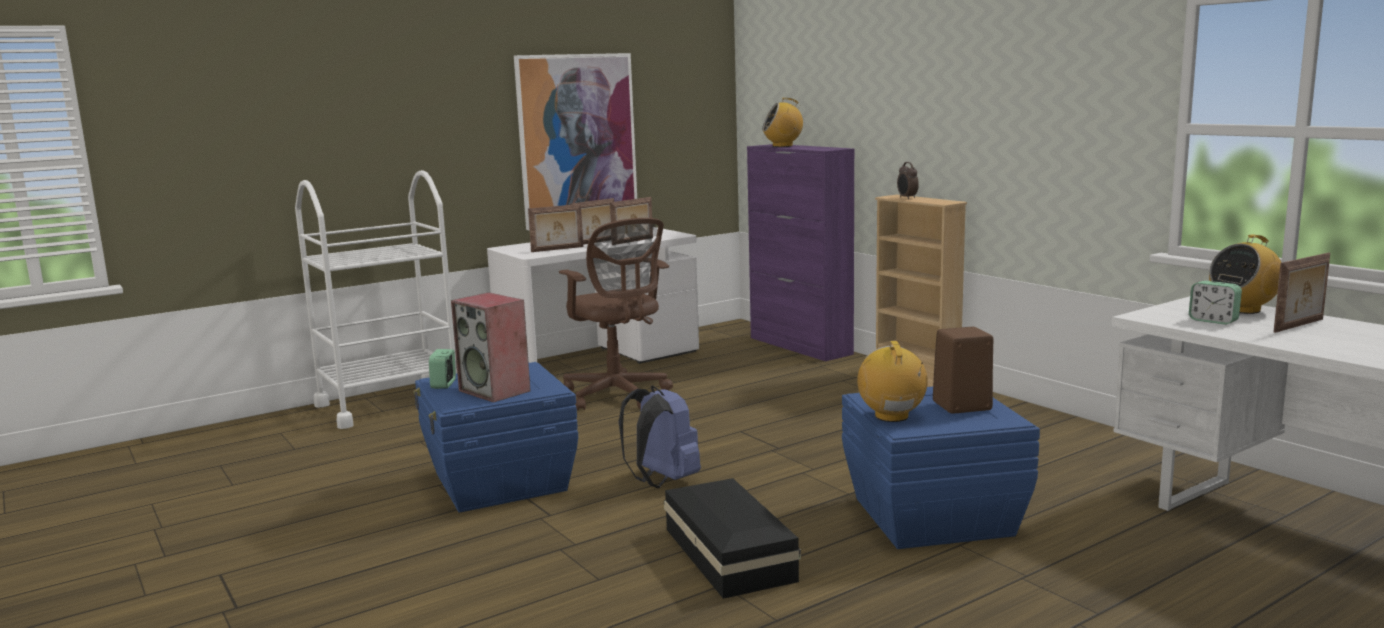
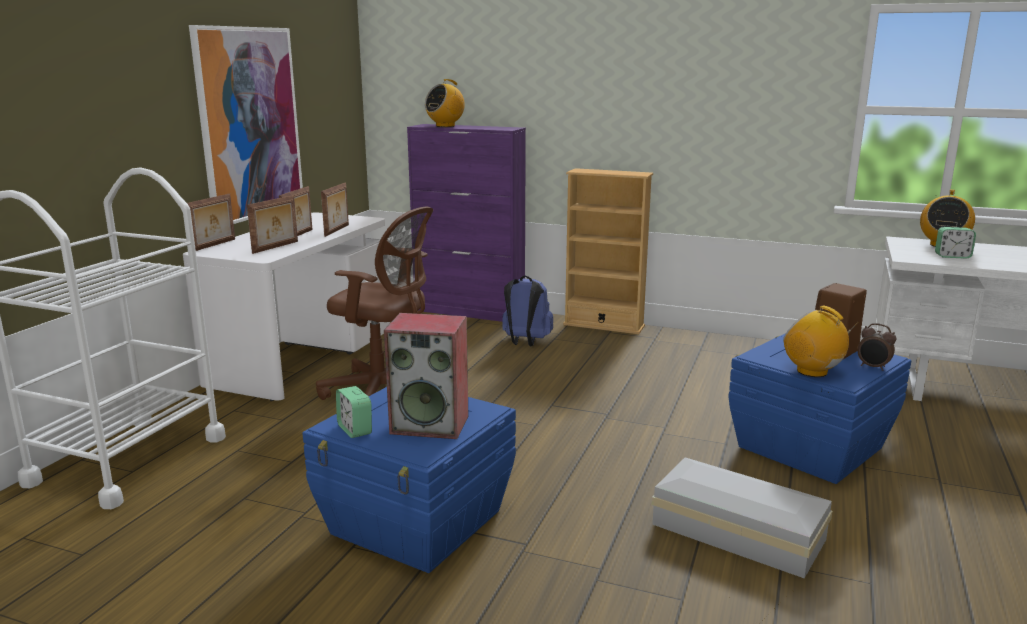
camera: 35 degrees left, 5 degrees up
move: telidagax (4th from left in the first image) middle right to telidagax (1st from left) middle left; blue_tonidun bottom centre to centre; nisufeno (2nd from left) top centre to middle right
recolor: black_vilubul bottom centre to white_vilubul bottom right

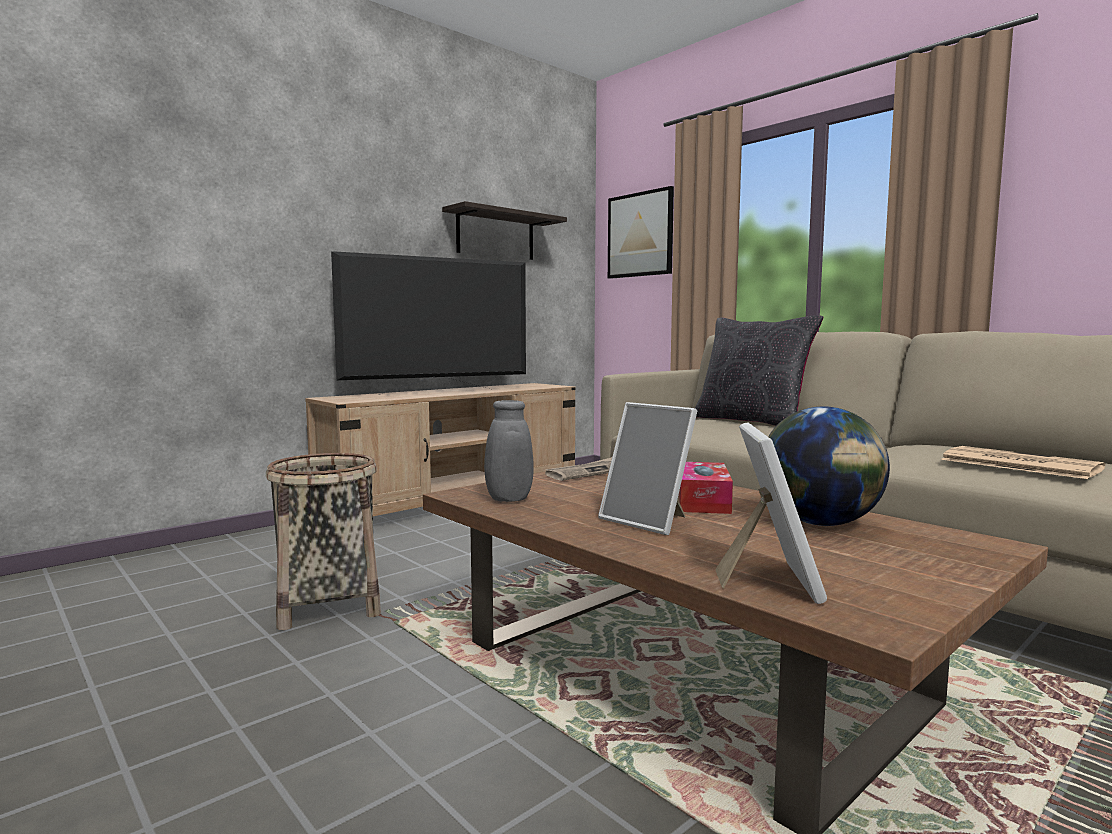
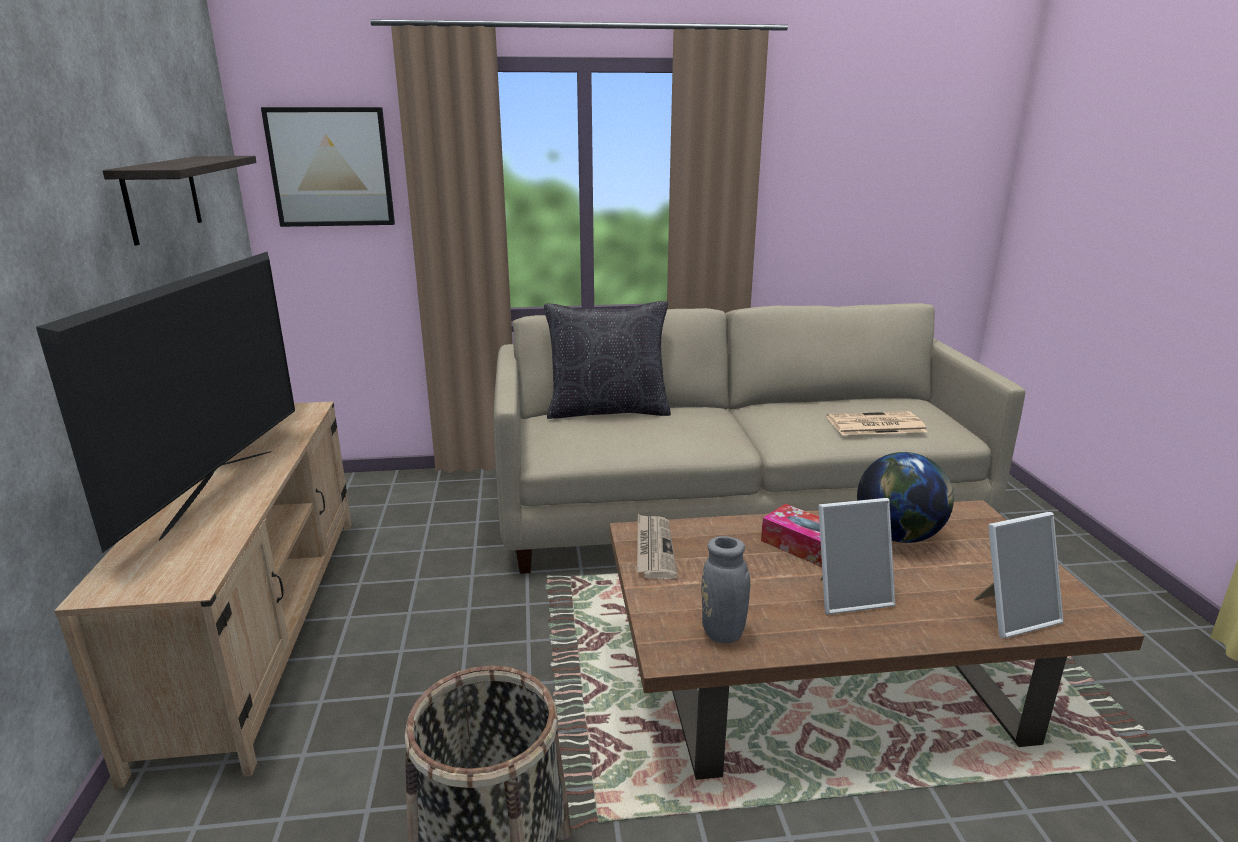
camera: 55 degrees left, 15 degrees up
rotate: telidagax (2nd from left) middle right = bottom right 120 degrees clockwise

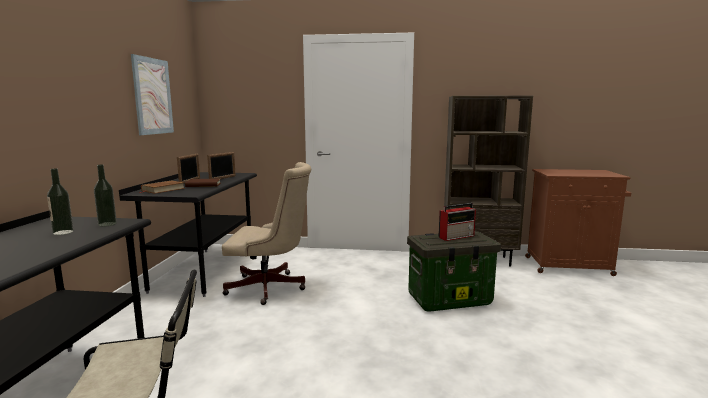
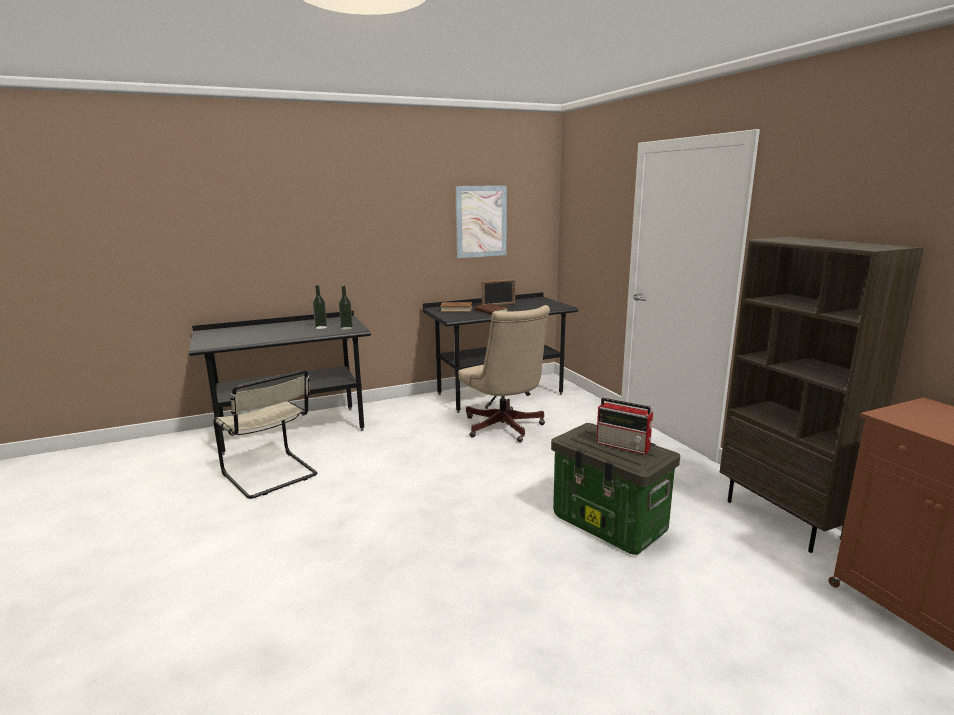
camera: 60 degrees right, 5 degrees up
delete: telidagax (2nd from left) middle left

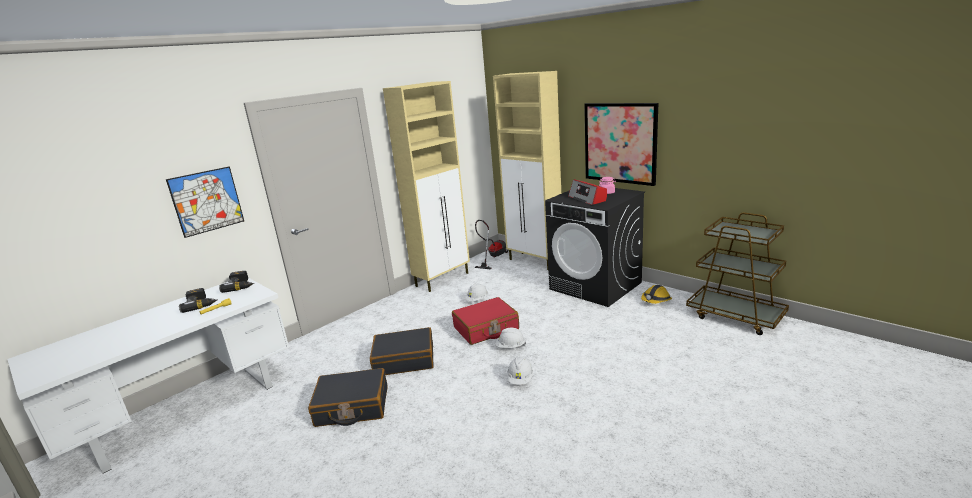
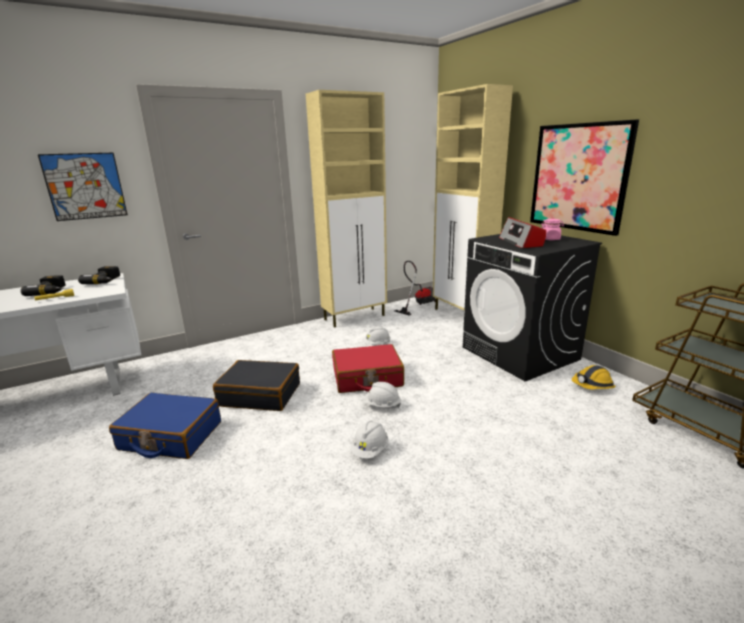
camera: 15 degrees right, 0 degrees up
recolor: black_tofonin (1st from left) bottom centre to blue_tofonin bottom left

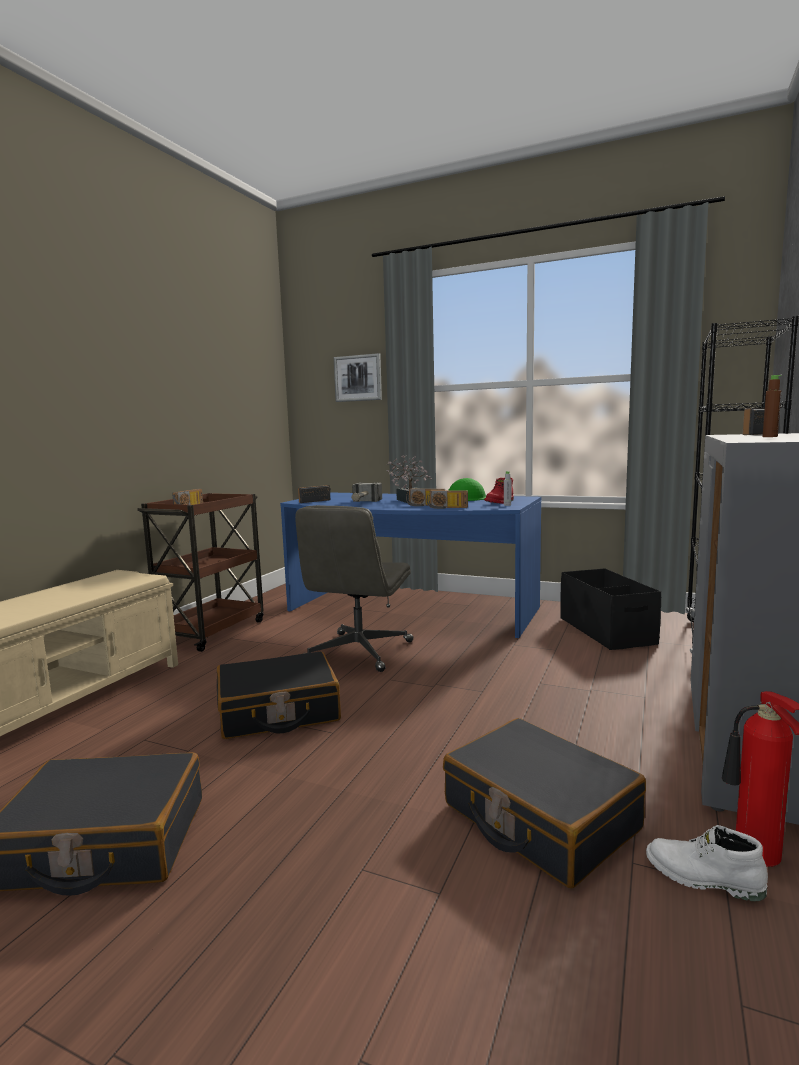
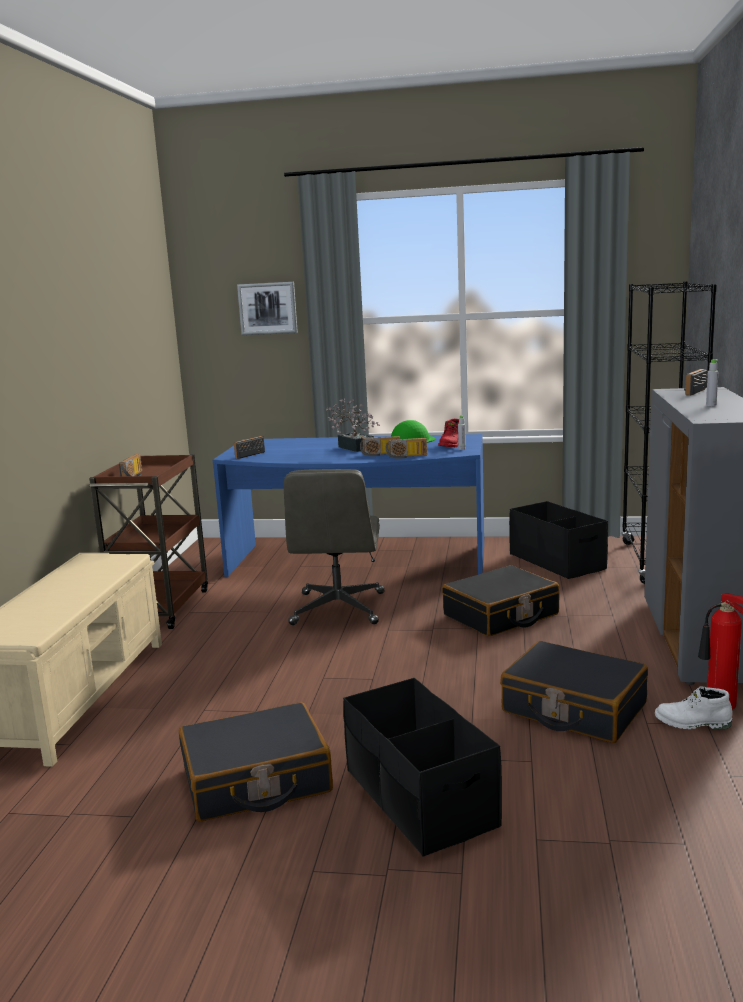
camera: 15 degrees left, 5 degrees up
delete: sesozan centre
insert: black_vilubul (1st from left) bottom centre
move: black_tofonin (2nd from left) centre to middle right
recolor: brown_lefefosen middle right to grey_lefefosen (2nd from left) middle right

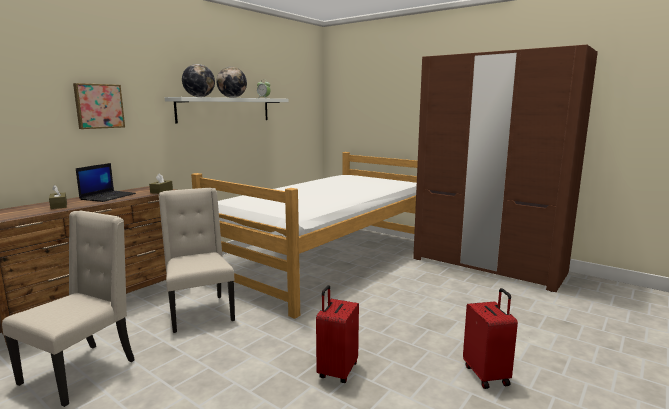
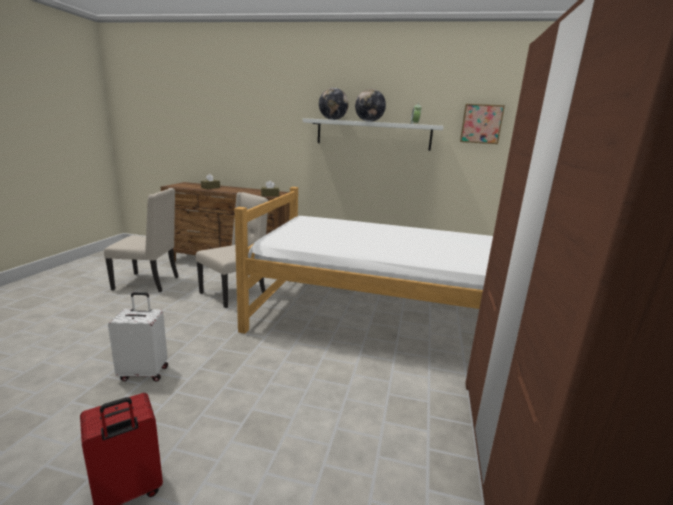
camera: 65 degrees right, 5 degrees up
delete: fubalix middle left
move: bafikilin top left to top right
recolor: red_tofonin (1st from left) bottom centre to white_tofonin middle left

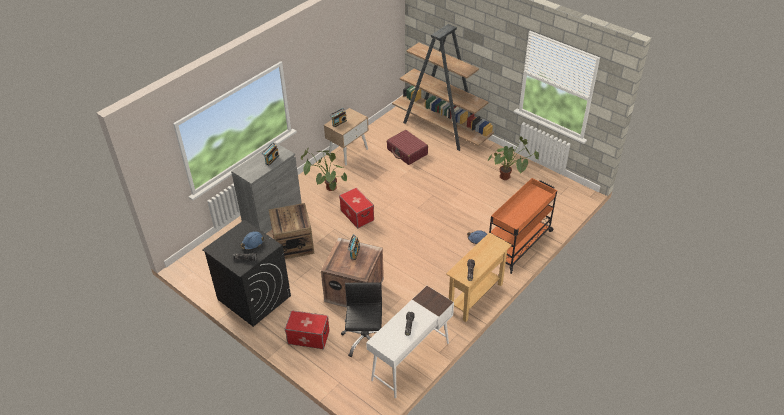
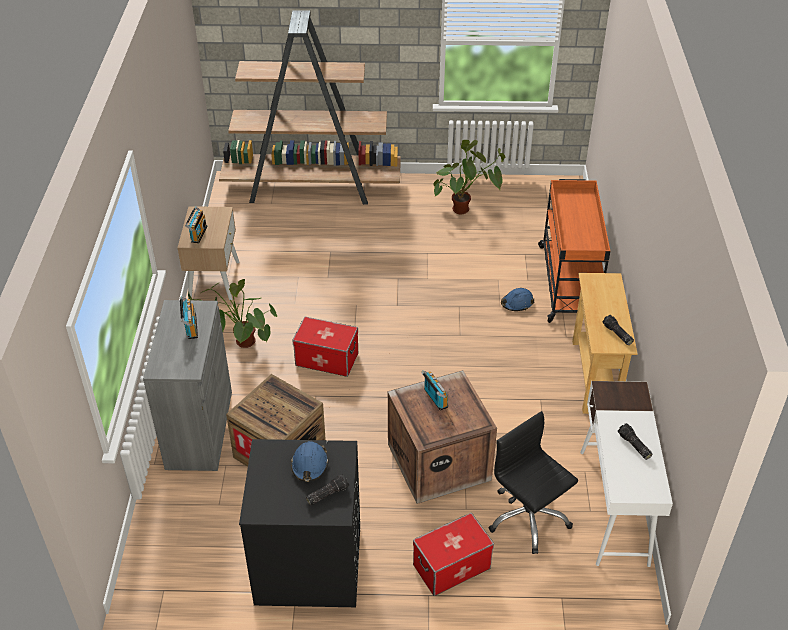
camera: 40 degrees left, 0 degrees up
delete: red_tofonin centre

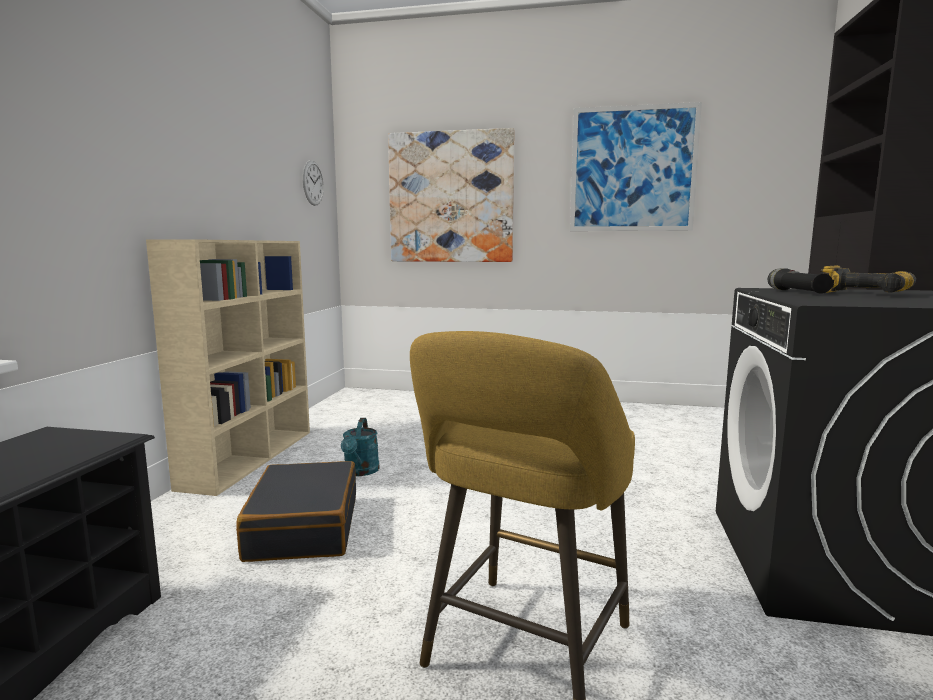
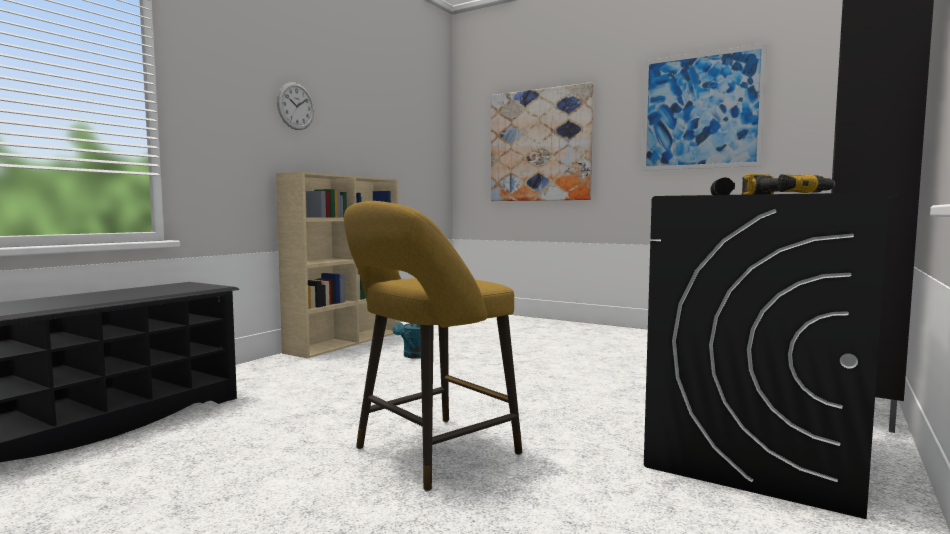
camera: 20 degrees right, 5 degrees down
delete: black_tofonin bottom left
move: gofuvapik top centre to top left

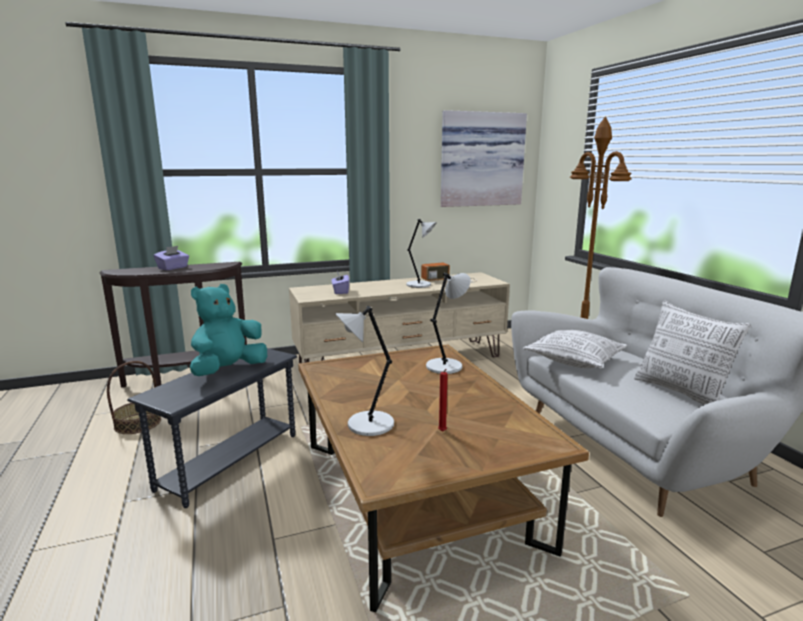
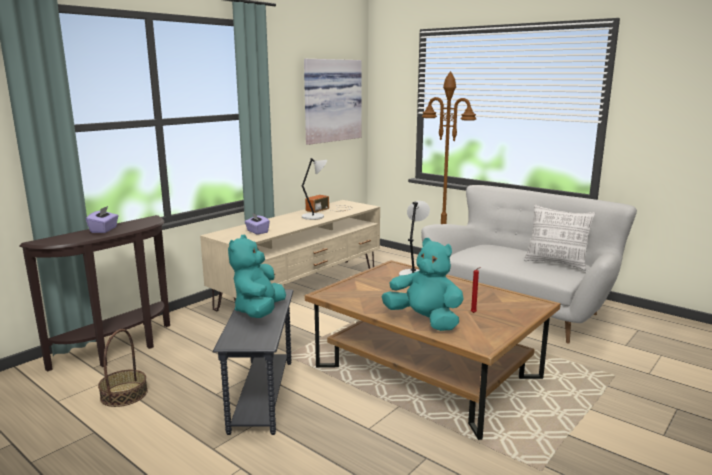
camera: 30 degrees left, 0 degrees up
delete: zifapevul (1st from left) middle right
replace: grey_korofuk (1st from left) centre to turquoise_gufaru (2nd from left) centre

